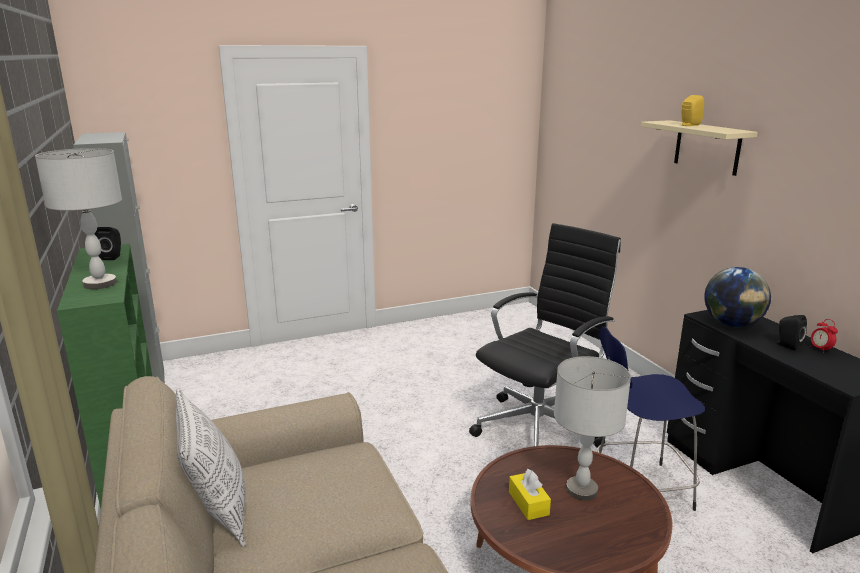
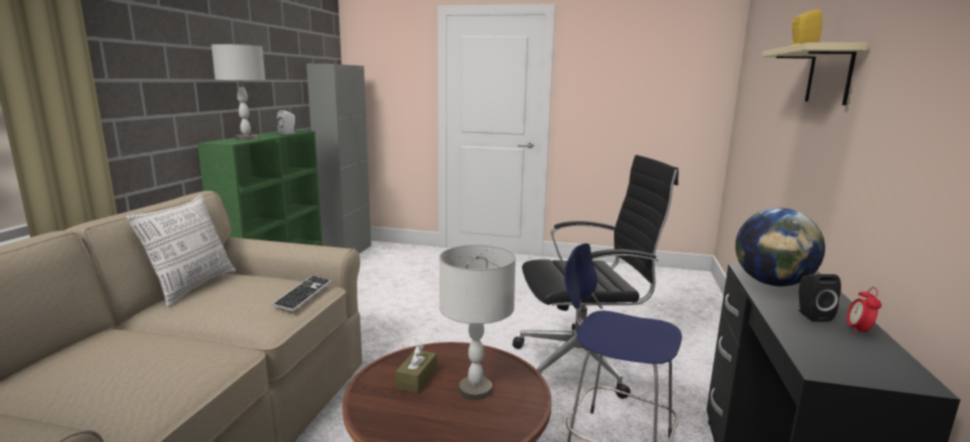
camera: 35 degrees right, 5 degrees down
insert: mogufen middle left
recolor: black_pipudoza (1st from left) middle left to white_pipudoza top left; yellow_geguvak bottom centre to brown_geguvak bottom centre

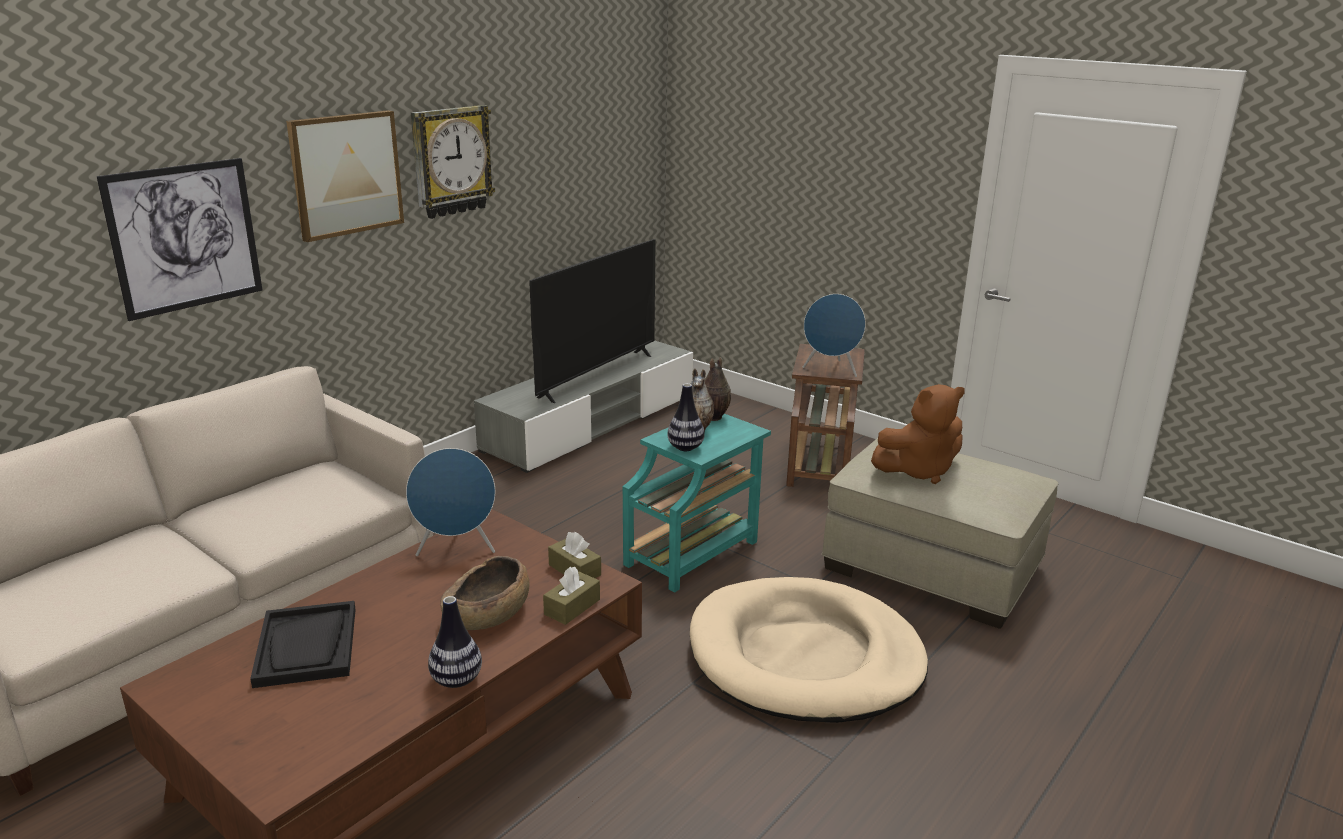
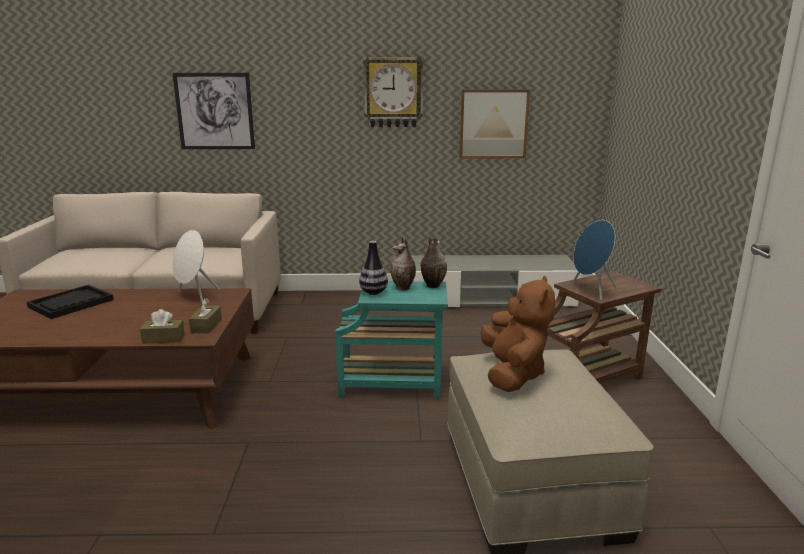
camera: 50 degrees right, 5 degrees down
delete: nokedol (1st from left) bottom centre; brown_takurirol bottom centre; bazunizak centre; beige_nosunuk bottom centre
move: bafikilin (2nd from left) top left to top centre
recolor: blue_pipudoza (1st from left) centre to white_pipudoza middle left
rotate: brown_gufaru middle right = centre 120 degrees counterclockwise

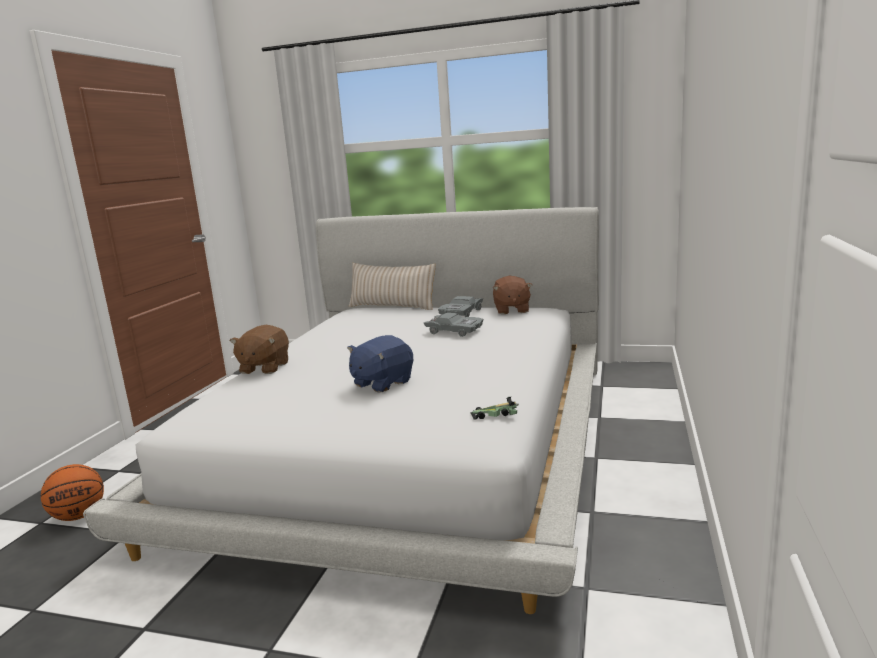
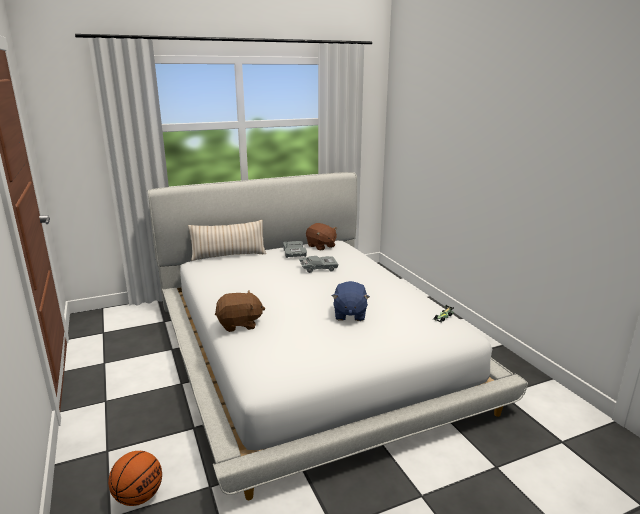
camera: 40 degrees left, 5 degrees up
rotate: brown_gufaru (1st from left) middle left = centre 75 degrees counterclockwise

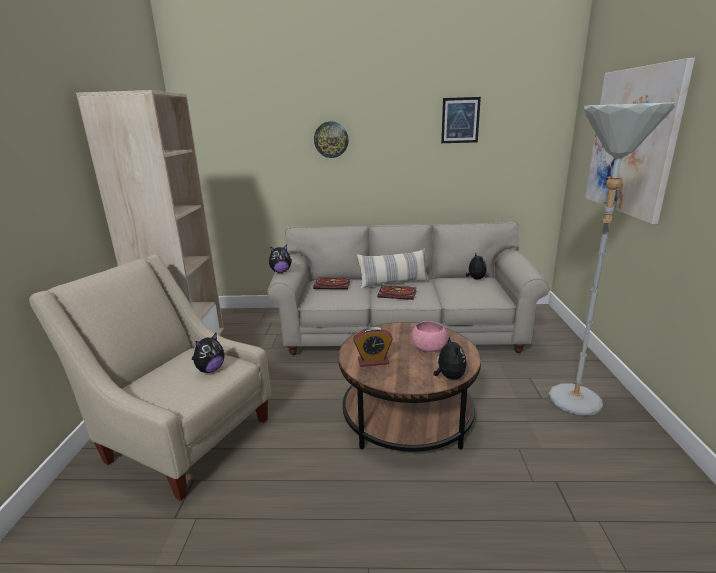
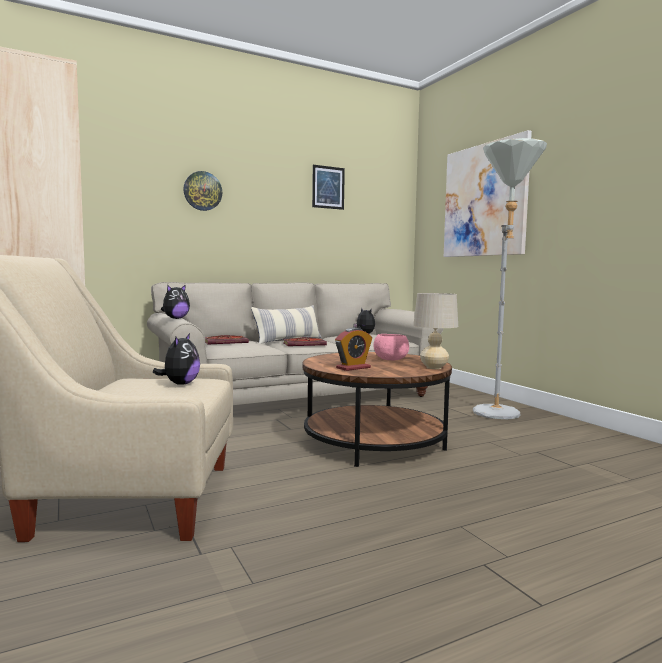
camera: 30 degrees left, 15 degrees down
replace: gufaru (3rd from left) centre to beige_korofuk centre

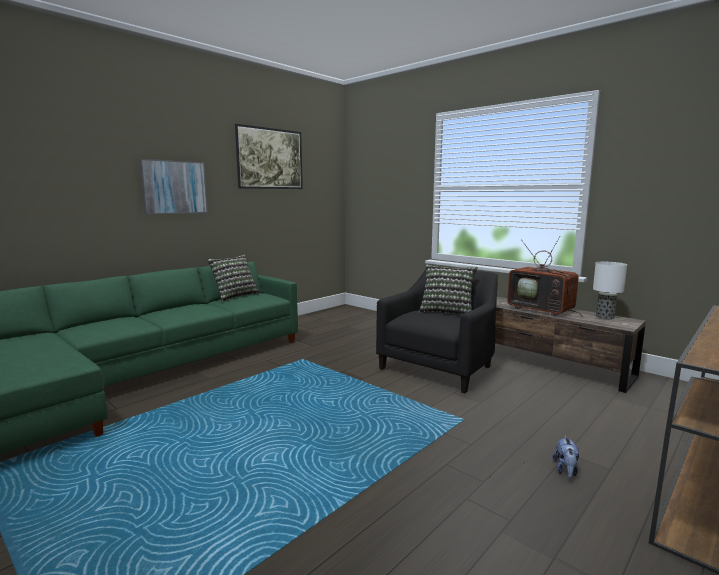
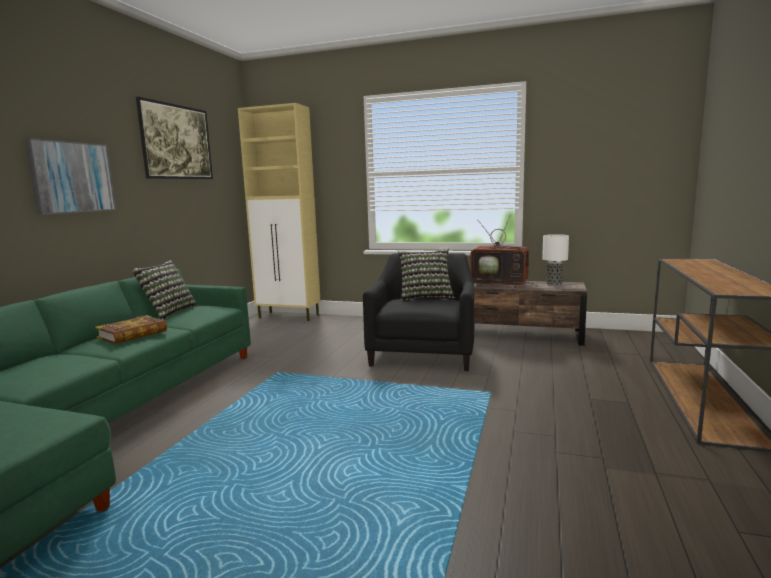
camera: 25 degrees left, 0 degrees up
delete: gufaru bottom right
insert: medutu middle left; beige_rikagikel centre

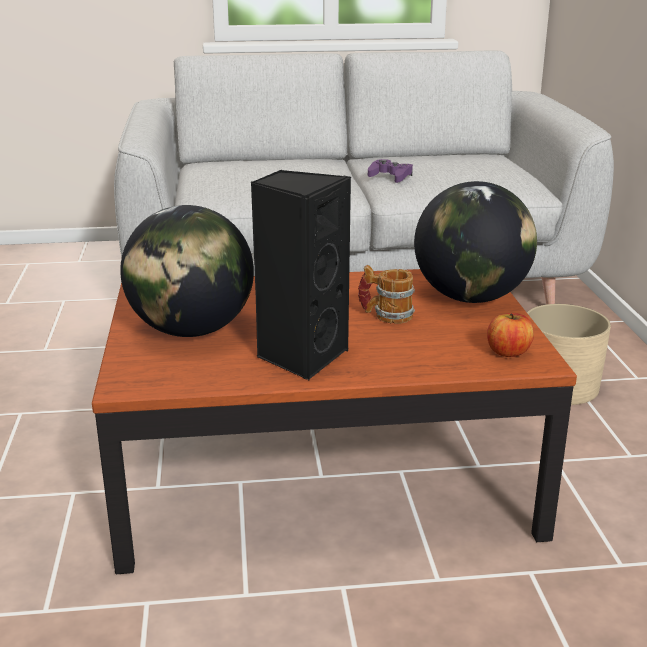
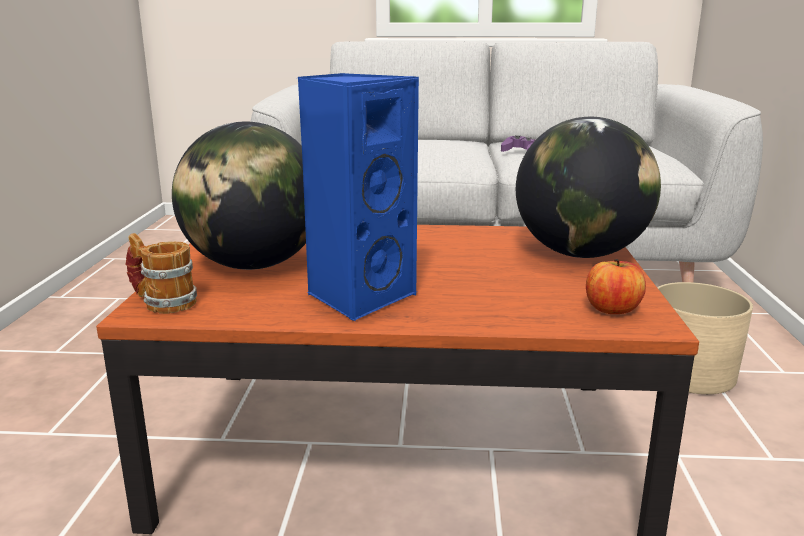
camera: 10 degrees right, 5 degrees down
move: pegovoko centre to middle left
recolor: black_pipudoza centre to blue_pipudoza centre

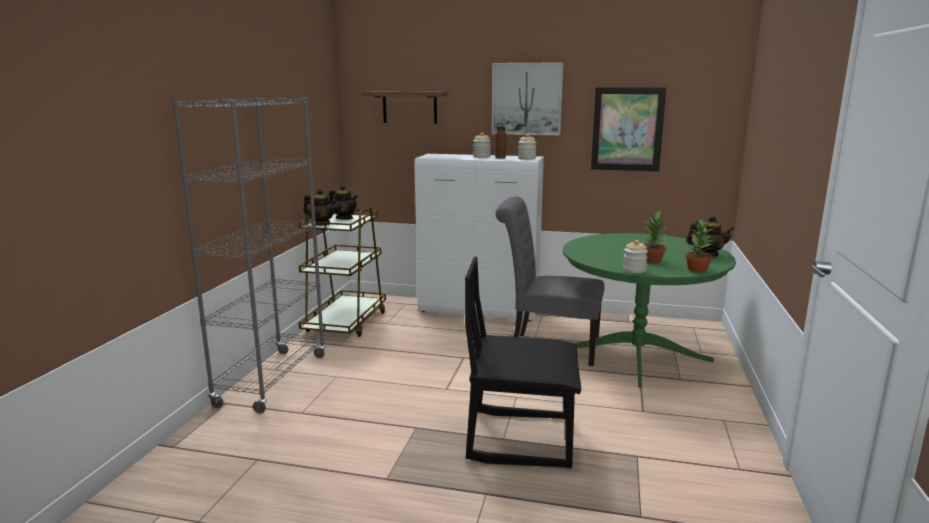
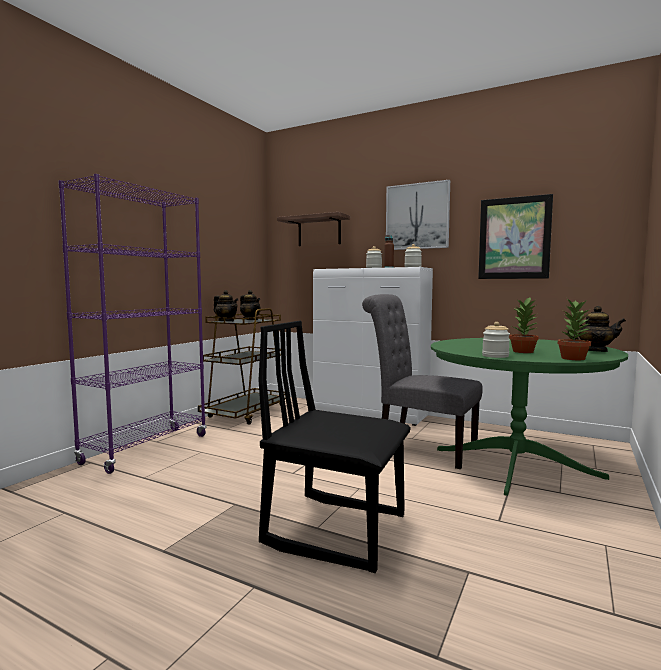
camera: 15 degrees right, 10 degrees down
recolor: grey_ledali middle left to purple_ledali middle left

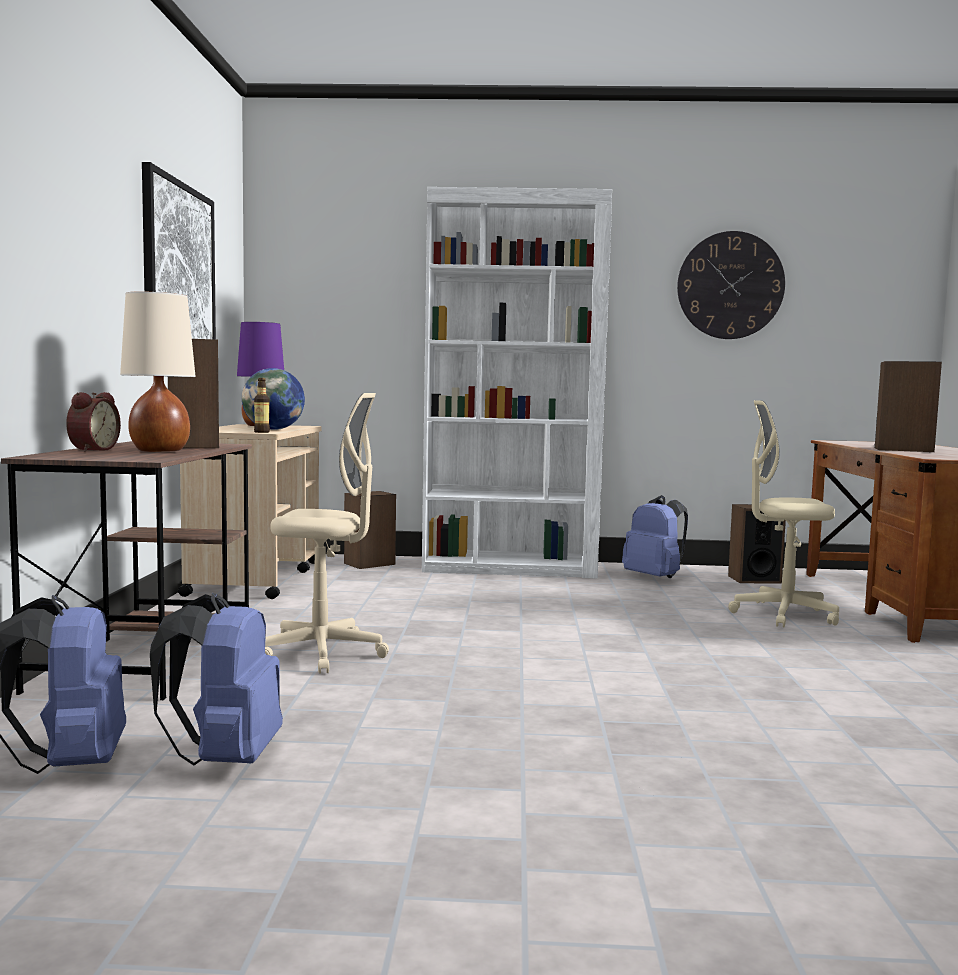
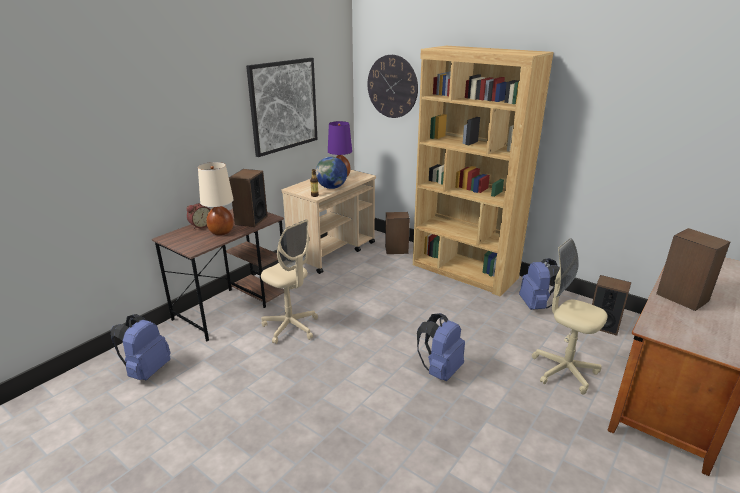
camera: 35 degrees right, 20 degrees up
move: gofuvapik top right to top centre; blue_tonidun (2nd from left) bottom left to bottom centre
recolor: white_ledali centre to brown_ledali centre

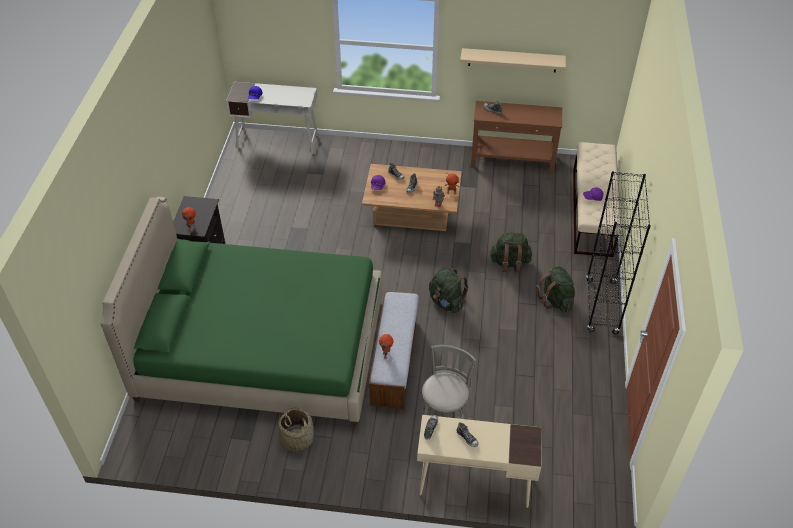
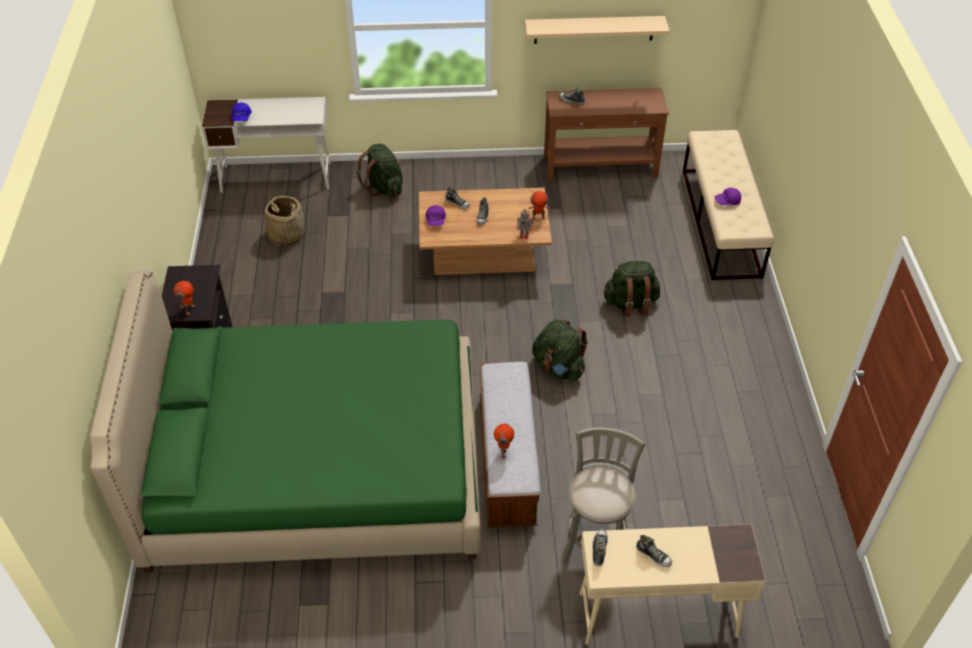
camera: 10 degrees left, 0 degrees up
delete: black_ledali middle right
move: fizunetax bottom centre to middle left; green_tonidun (3rd from left in the first image) middle right to green_tonidun (1st from left) top centre

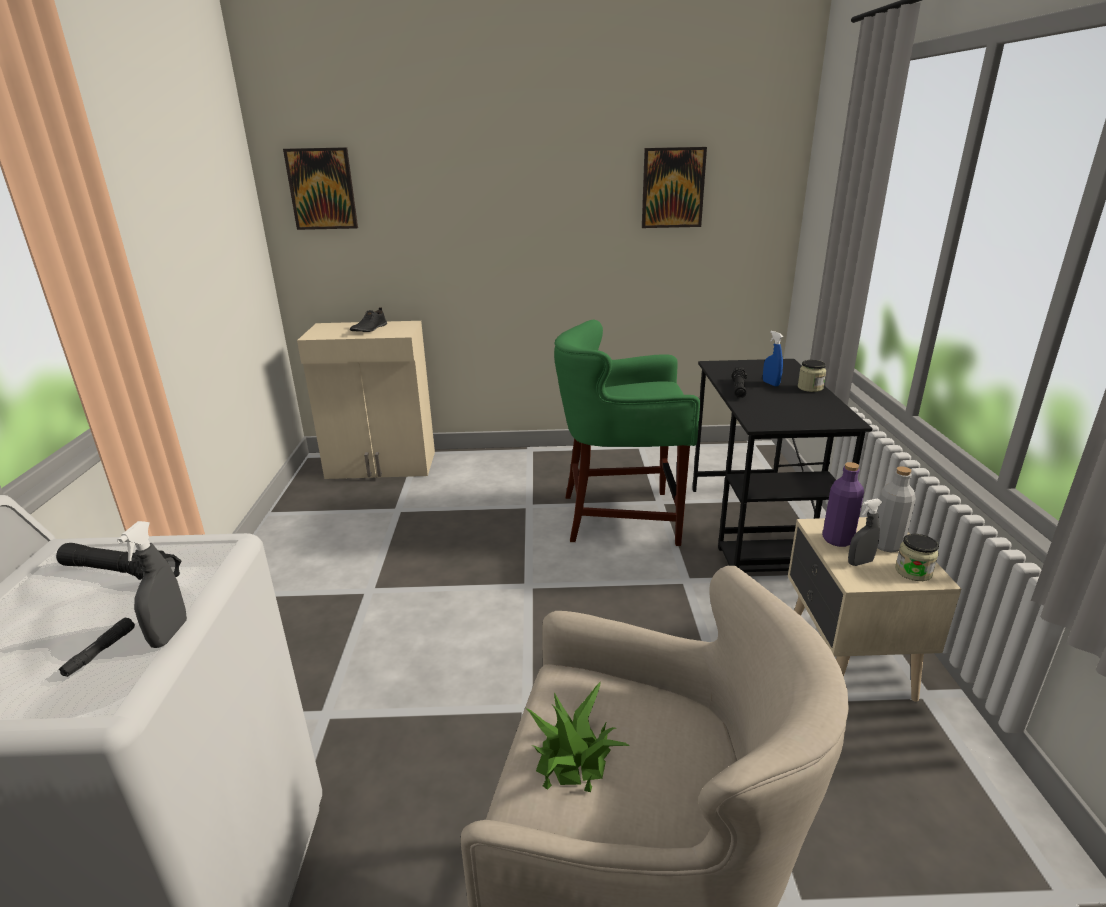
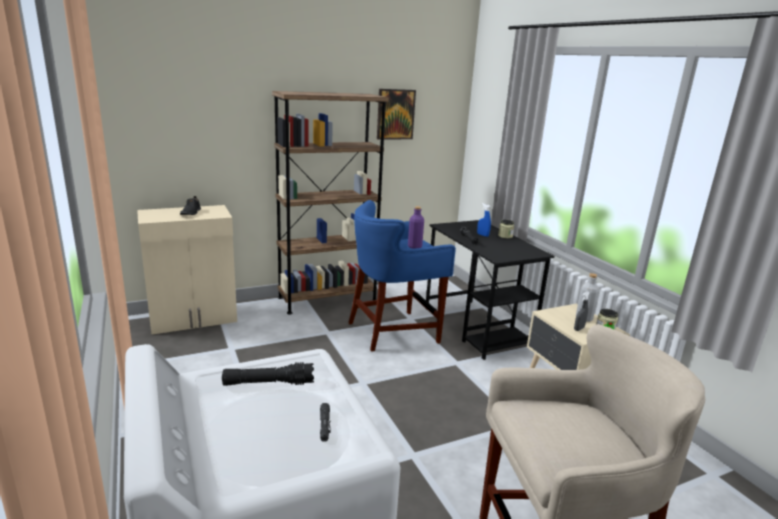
camera: 25 degrees left, 5 degrees down
delete: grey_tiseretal (1st from left) middle left; bafikilin (1st from left) top left; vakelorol bottom centre
insert: brown_ledali centre
move: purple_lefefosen middle right to centre
recolor: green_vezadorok centre to blue_vezadorok centre

